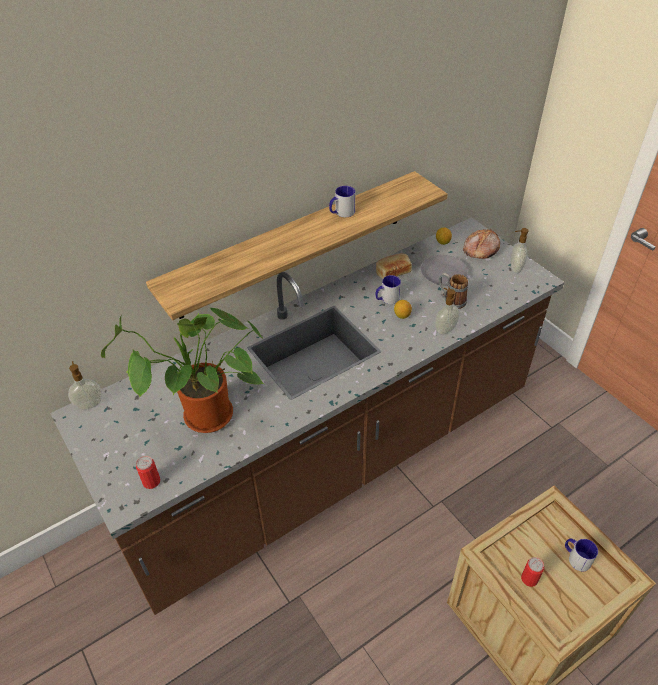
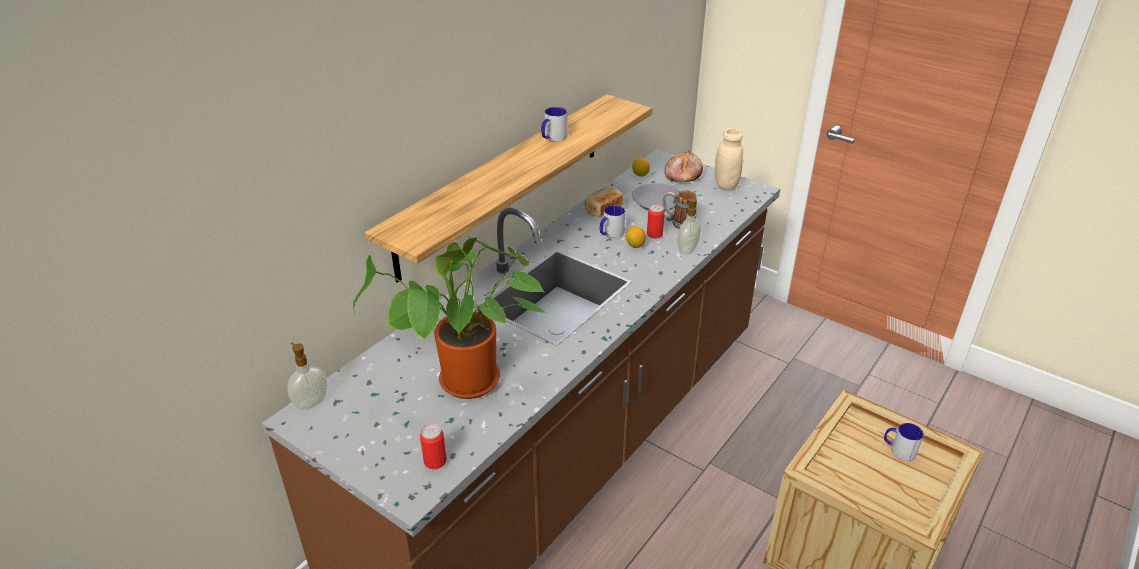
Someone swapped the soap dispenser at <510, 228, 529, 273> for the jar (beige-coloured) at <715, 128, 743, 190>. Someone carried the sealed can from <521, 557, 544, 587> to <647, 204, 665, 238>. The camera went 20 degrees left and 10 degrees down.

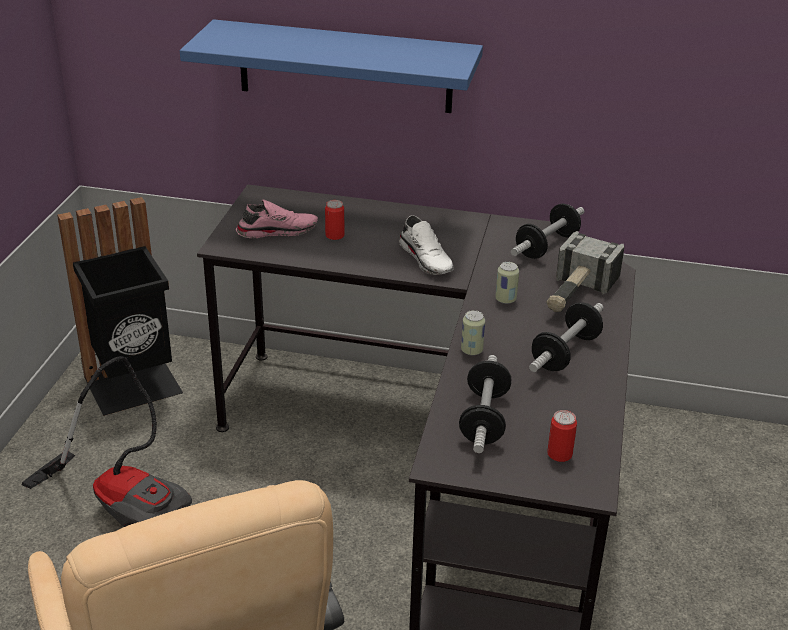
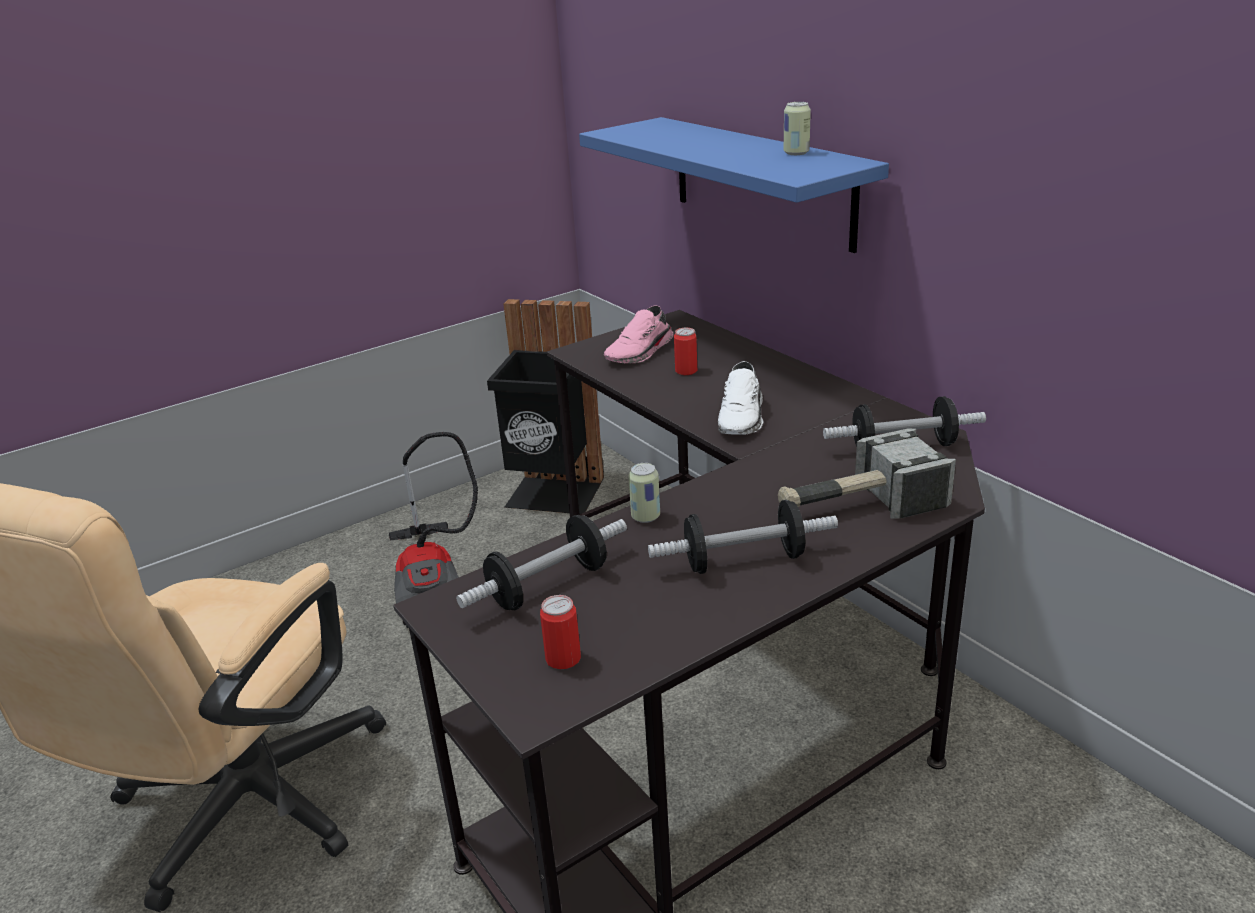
Someone rotated the low shoe (pink) at <236, 199, 318, 238> by 105 degrees clockwise. Someone carried the sealed can from <495, 262, 519, 304> to <784, 102, 811, 155>. The camera went 45 degrees right and 5 degrees down.

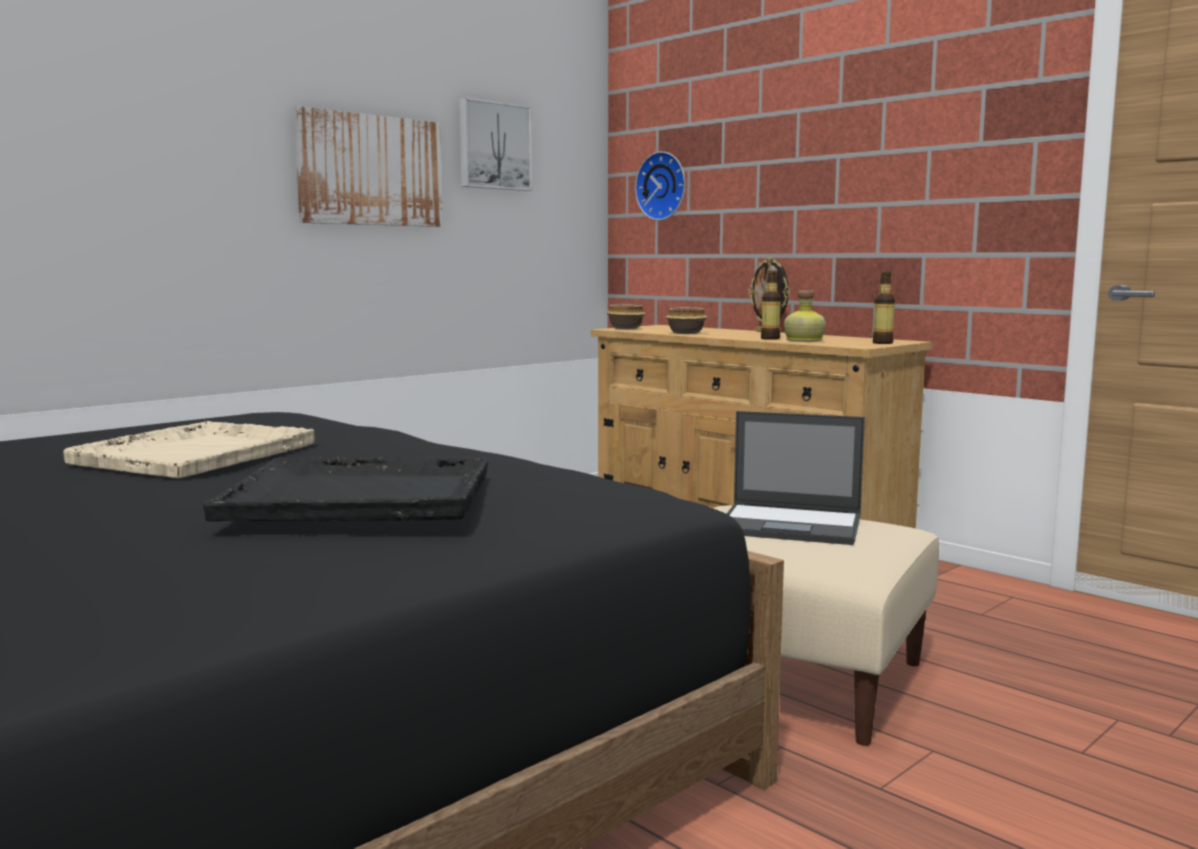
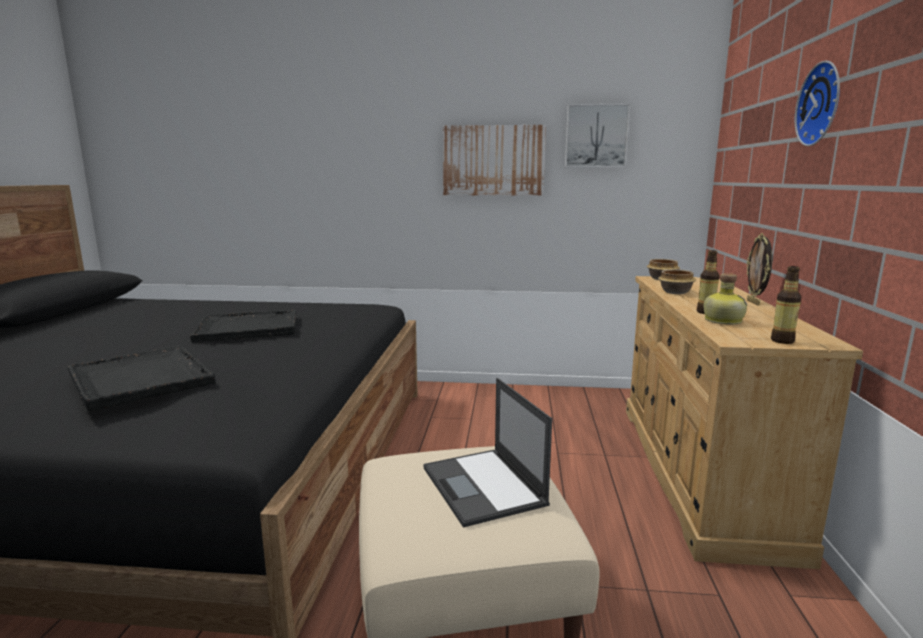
Someone repainted the carrying tray (beige-coloured) at <63, 421, 315, 478>, which became the carrying tray (blackish) at <190, 309, 297, 342>. Someone carried the hanging clock from <635, 151, 685, 221> to <795, 61, 840, 146>. The camera went 50 degrees right and 5 degrees up.

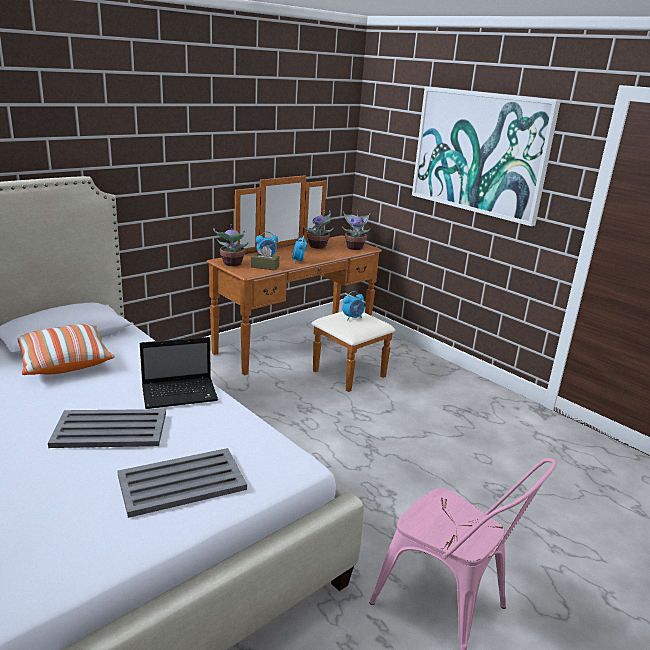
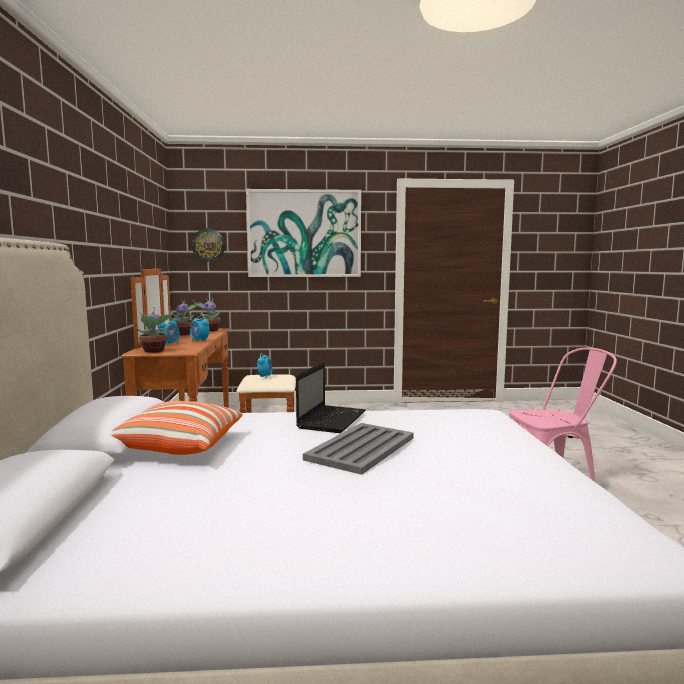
Someone took away the carrying tray (gray) at <117, 448, 247, 518>. Someone took away the box of tissues (brownish) at <251, 246, 279, 271>. Someone put up the hanging clock at <191, 228, 225, 262>. The camera went 50 degrees left and 15 degrees down.

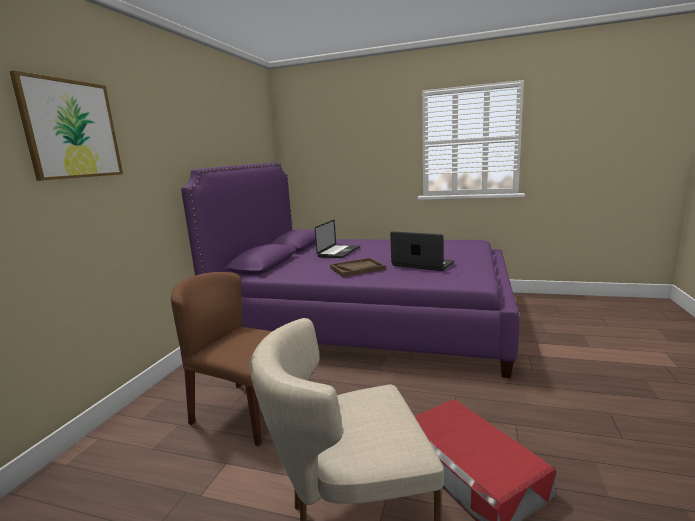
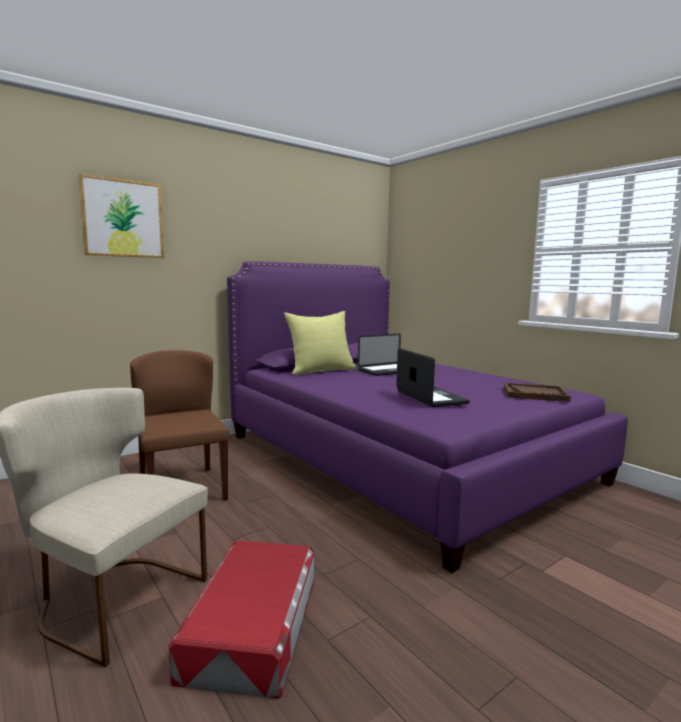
Someone carried the carrying tray (brownish) from <330, 258, 386, 277> to <504, 383, 571, 402>. Someone put down the throw pillow (yellow-coloured) at <284, 311, 357, 375>. The camera went 35 degrees right and 5 degrees down.

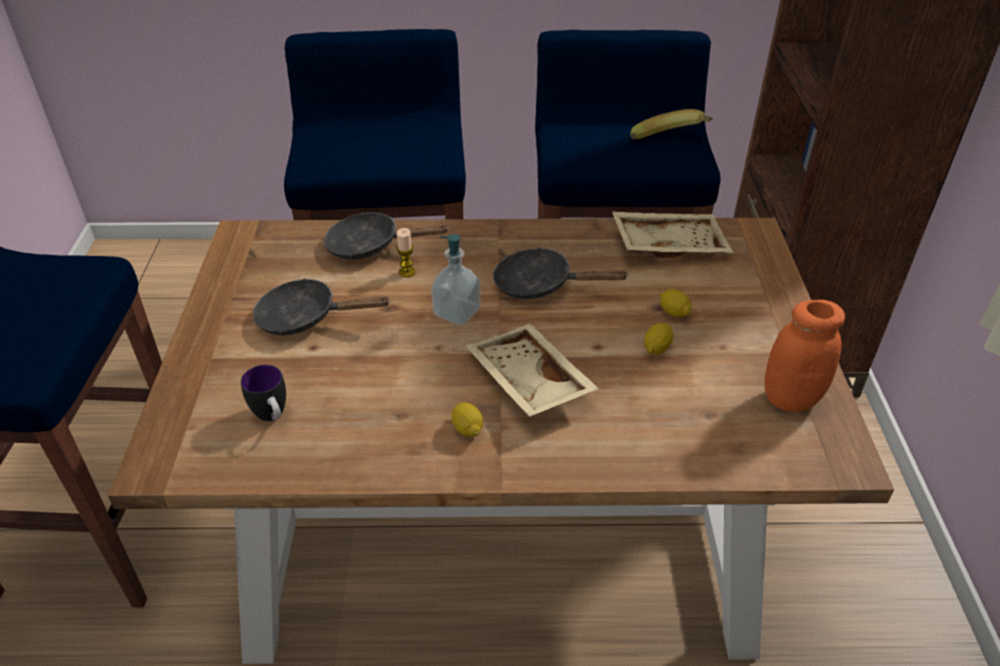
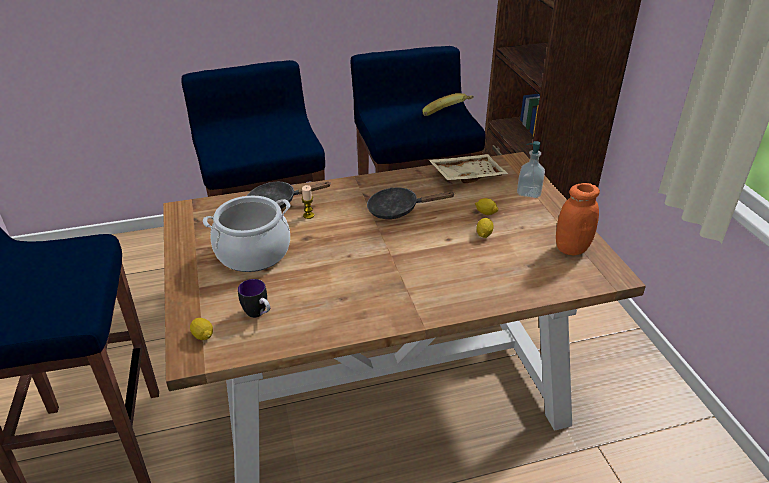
Someone swapped the frying pan (blackish) at <253, 278, 391, 336> for the stockpot at <203, 196, 290, 272>. Someone carried the soap dispenser from <431, 234, 481, 326> to <517, 141, 545, 198>. Someone carried the citrus fruit from <451, 403, 483, 437> to <190, 318, 213, 340>. Someone took away the carrying tray (beige-coloured) at <465, 324, 599, 417>. The camera went 15 degrees left and 5 degrees down.

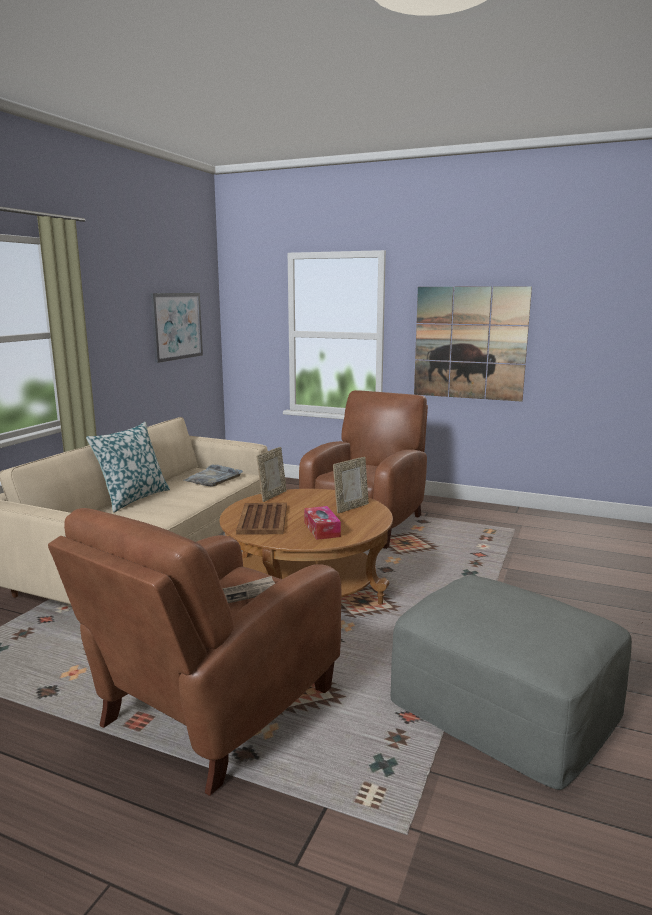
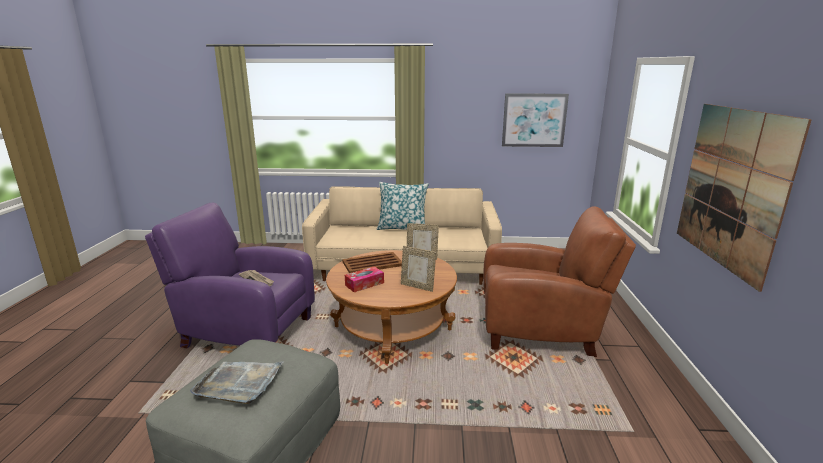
Someone repainted the easy chair (brownish) at <48, 508, 342, 796>, which became the easy chair (purplish) at <145, 203, 315, 348>. Someone carried the carrying tray (gray) from <184, 465, 243, 487> to <190, 361, 284, 404>. The camera went 70 degrees right and 5 degrees up.

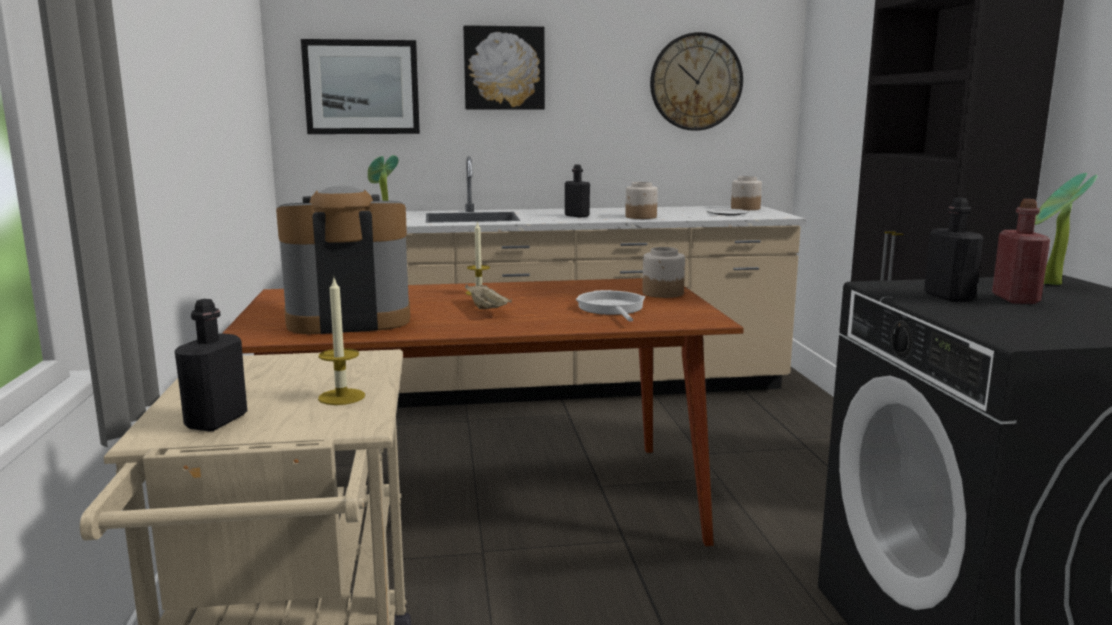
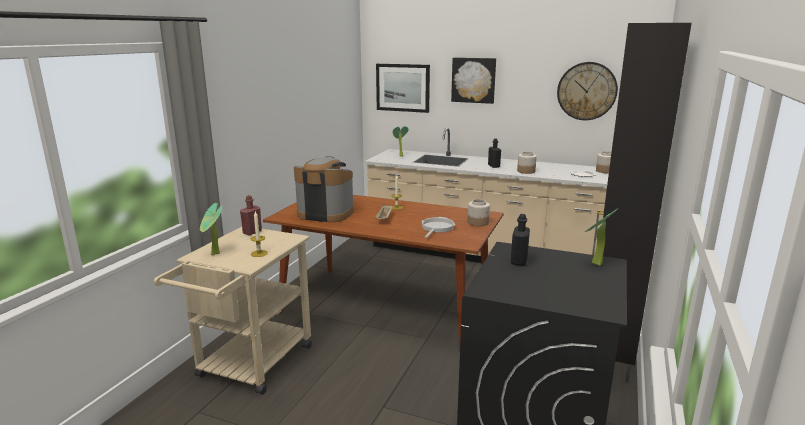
Someone swapped the beverage bottle (blackish) at <175, 299, 247, 432> for the potted plant at <200, 203, 222, 255>. Someone carried the beverage bottle (red) from <992, 199, 1050, 304> to <240, 195, 262, 235>. The camera went 30 degrees right and 5 degrees up.

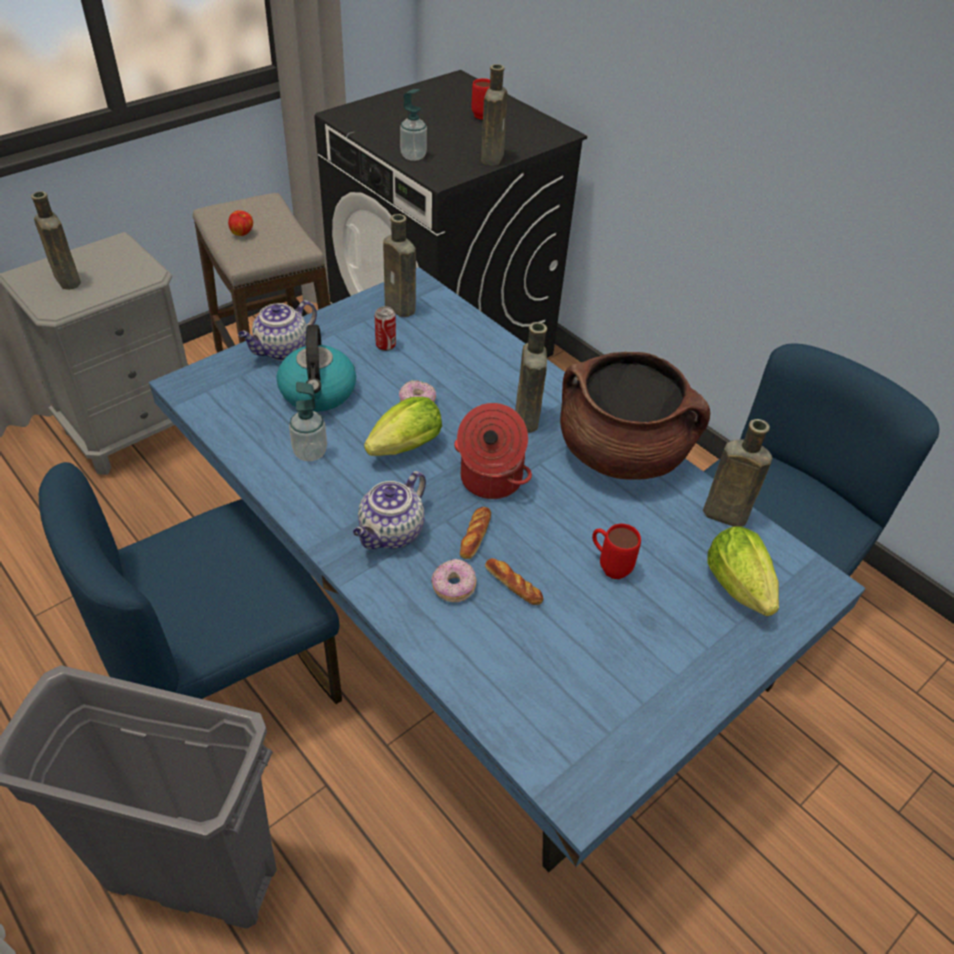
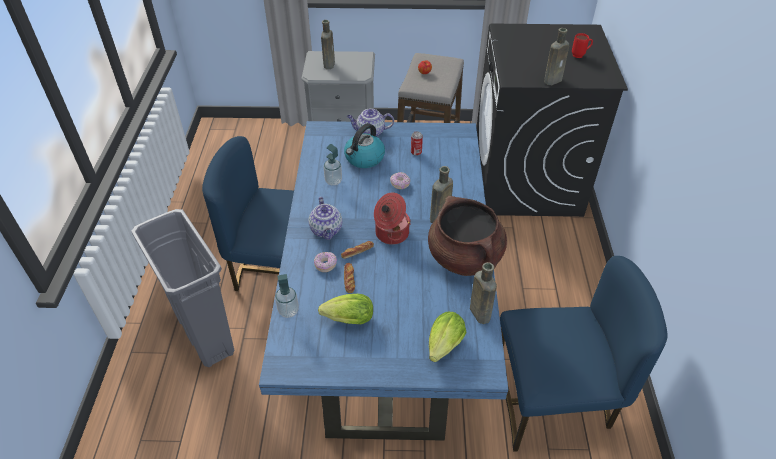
Someone rotated the pot for tea at <353, 471, 426, 549> by 90 degrees counterclockwise. Someone carried the head of lettuce from <364, 397, 442, 456> to <318, 294, 373, 324>. Someone took away the beverage bottle (brownish) at <383, 214, 416, 317>. Someone carried the soap dispenser from <400, 89, 427, 161> to <275, 274, 299, 318>. Someone took away the tea mug (red) at <592, 524, 641, 579>. The camera went 45 degrees right and 0 degrees up.

